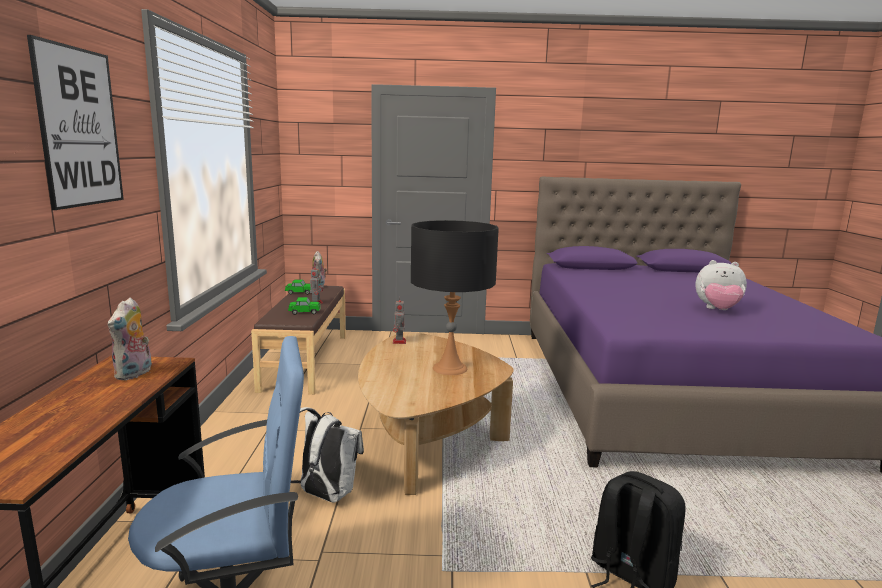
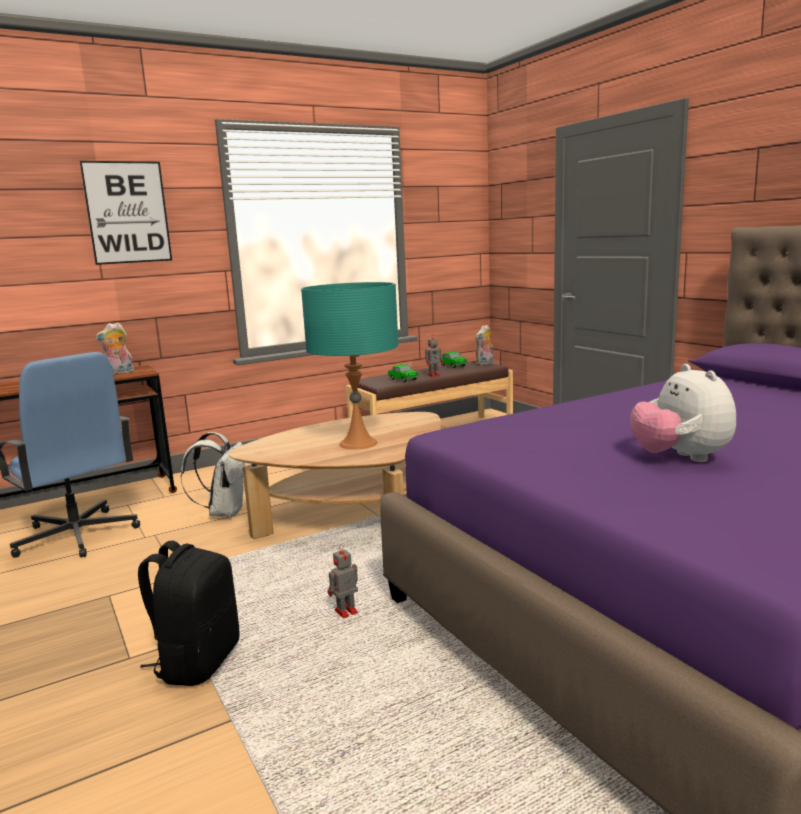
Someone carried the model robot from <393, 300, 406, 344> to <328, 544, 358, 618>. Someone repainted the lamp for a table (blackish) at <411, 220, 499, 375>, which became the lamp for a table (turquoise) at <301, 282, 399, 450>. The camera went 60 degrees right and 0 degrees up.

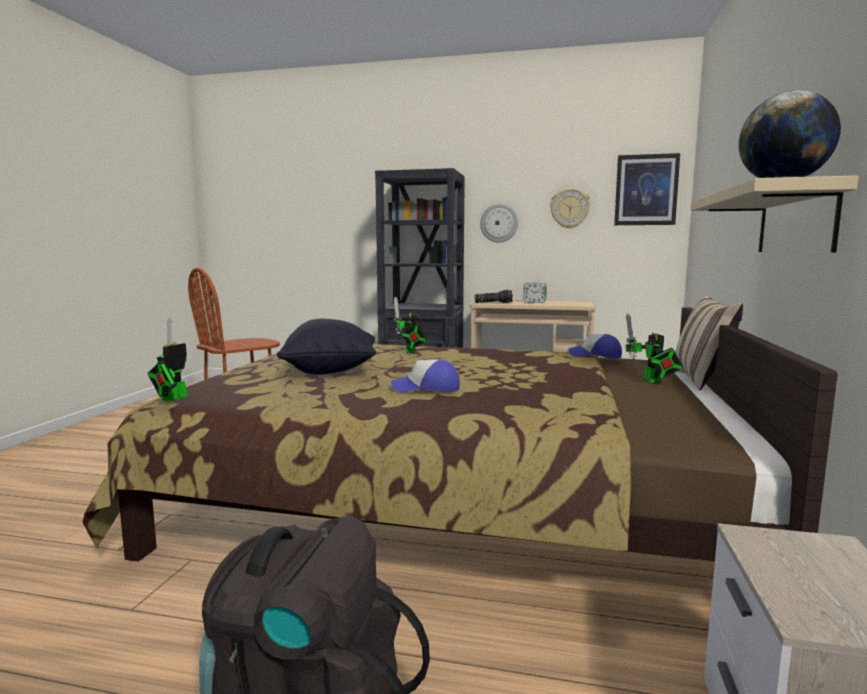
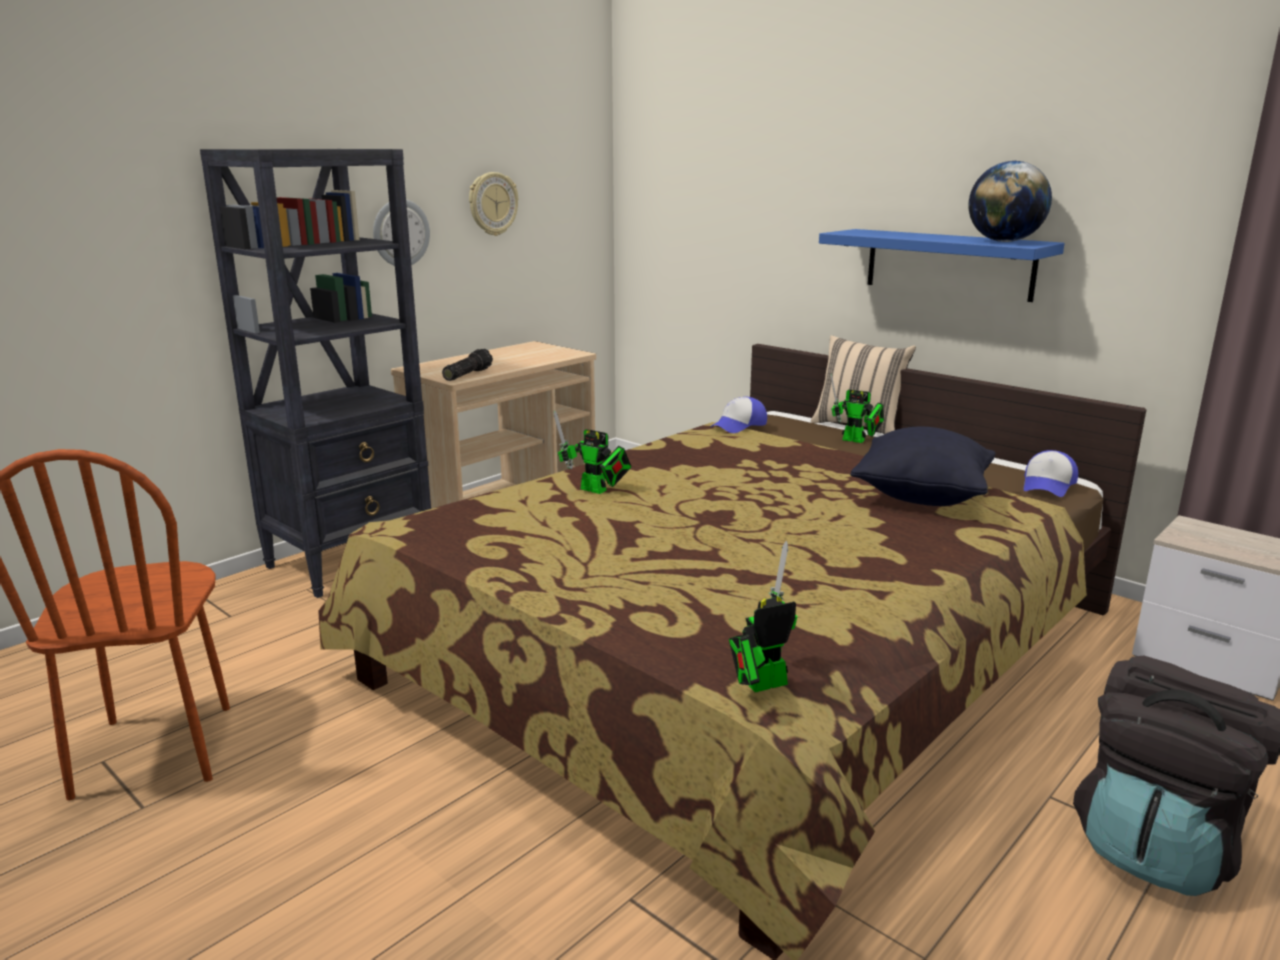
Someone rotated the model robot at <147, 317, 188, 402> by 105 degrees clockwise. Someone carried the throw pillow (blackish) from <277, 319, 376, 375> to <850, 427, 996, 506>. Someone carried the cap from <391, 359, 460, 392> to <1024, 450, 1078, 497>. Someone took away the alarm clock at <523, 282, 547, 303>. Someone took away the wall art at <614, 153, 680, 225>. Someone repainted the shelf (beige-coloured) at <690, 176, 858, 253>, which became the shelf (blue-coloured) at <819, 229, 1065, 302>. The camera went 60 degrees left and 10 degrees up.

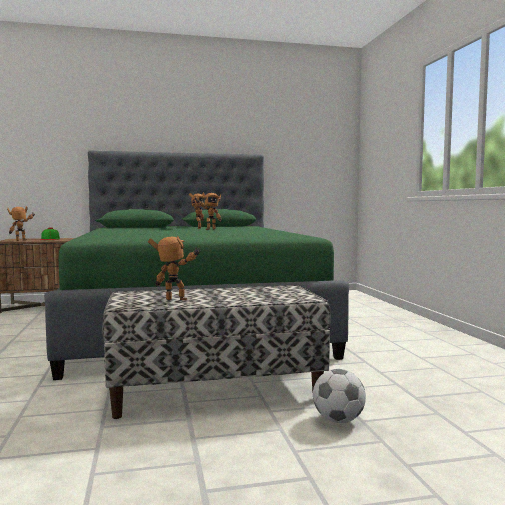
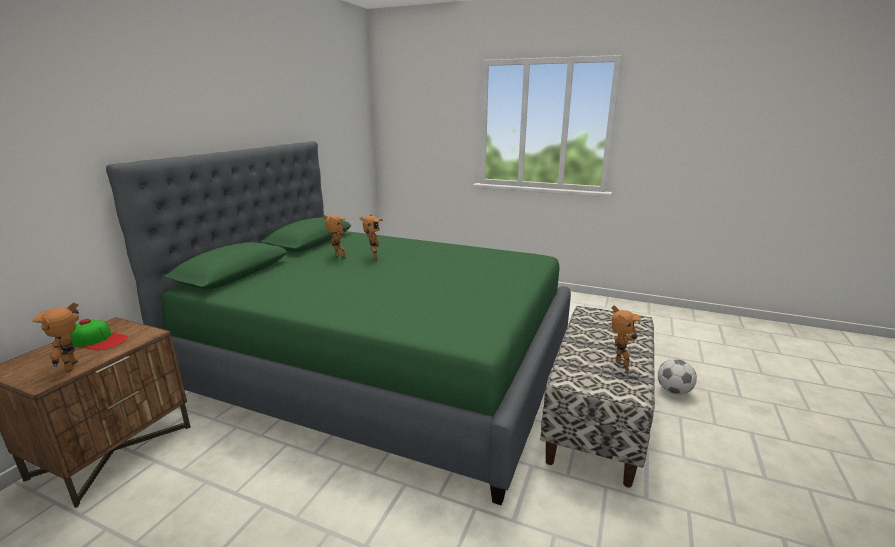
Someone rotated the model robot at <148, 236, 201, 301> by 135 degrees clockwise. The camera went 55 degrees left and 15 degrees up.

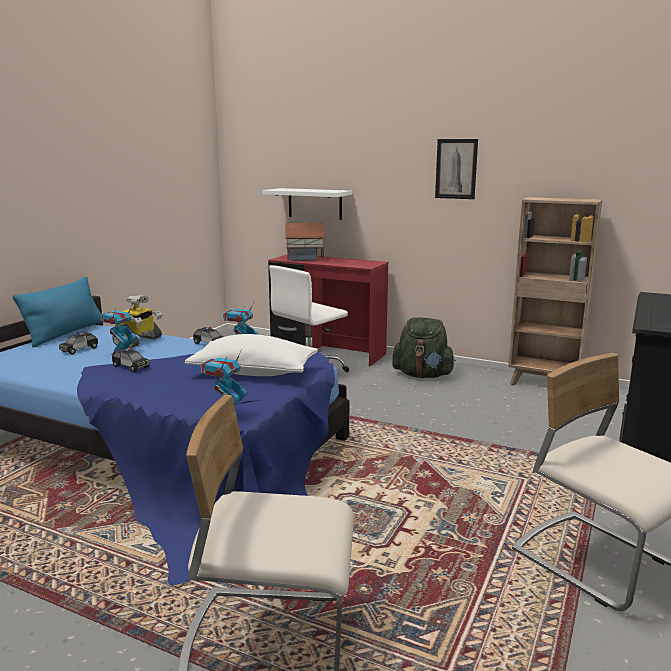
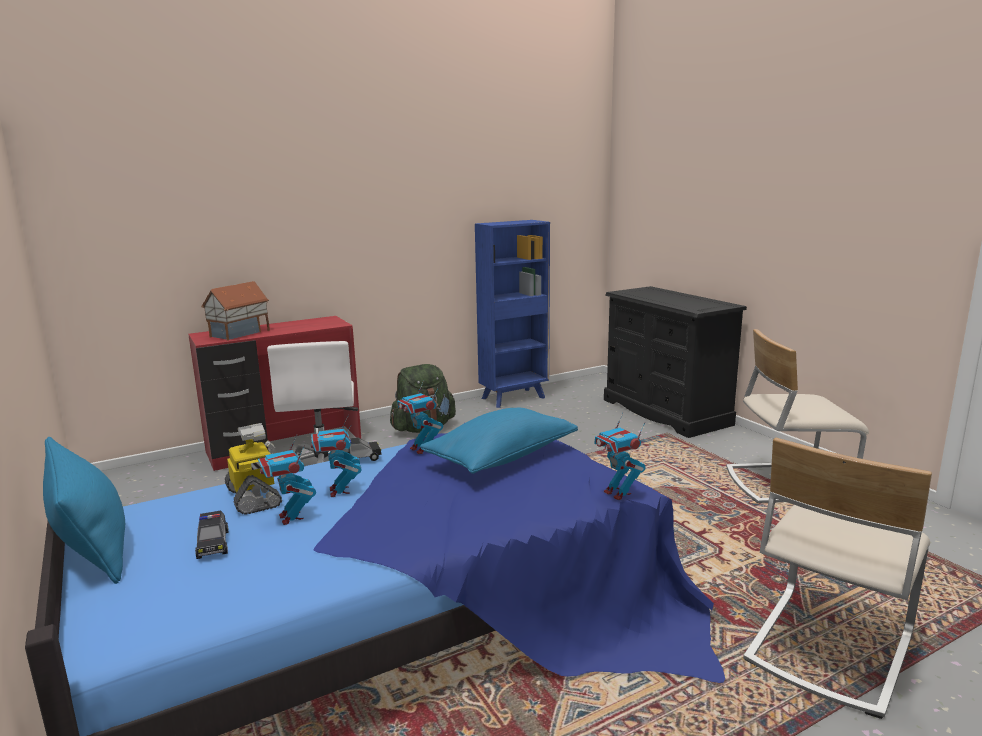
Someone took away the model car at <112, 348, 150, 372>. Someone repainted the throw pillow (white) at <184, 334, 318, 376>, which became the throw pillow (blue-coloured) at <420, 408, 578, 474>. Someone took away the shelf (white) at <263, 188, 352, 220>. Someone took away the wall art at <435, 139, 478, 199>. Someone repainted the bookshelf (brownish) at <508, 197, 602, 386>, which became the bookshelf (blue-coloured) at <475, 220, 550, 408>. Someone put down the model robot at <311, 415, 362, 497>. The camera went 55 degrees left and 0 degrees up.

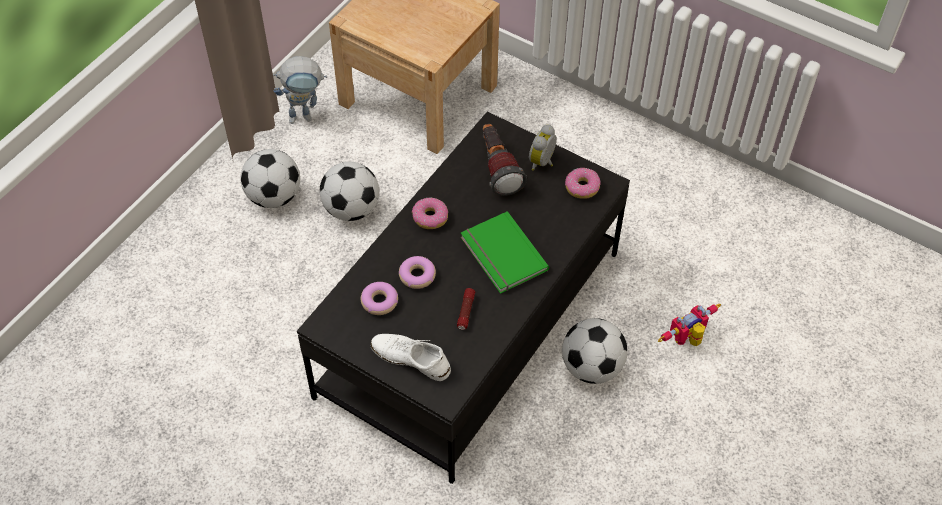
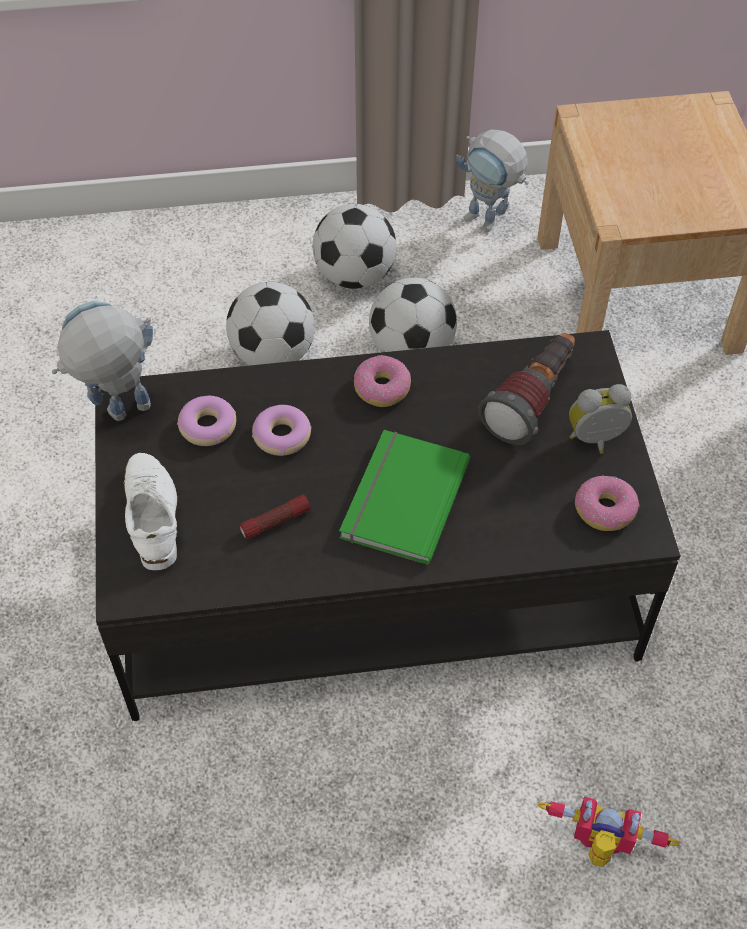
Someone carried the football from <562, 318, 628, 384> to <226, 282, 315, 365>. Someone put down the model robot at <52, 301, 153, 421>. The camera went 50 degrees right and 0 degrees up.

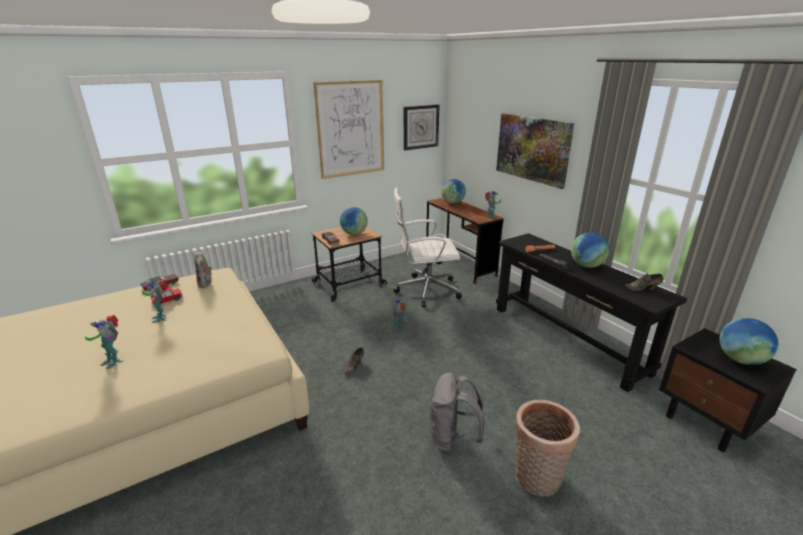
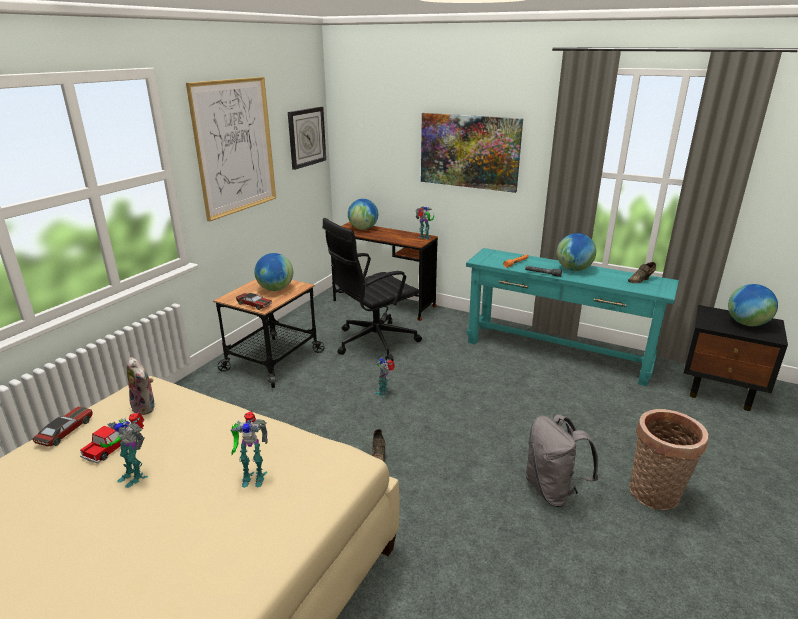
Someone carried the model robot from <85, 315, 123, 369> to <231, 410, 268, 488>. Someone repainted the computer chair (white) at <393, 187, 462, 307>, which became the computer chair (blackish) at <322, 218, 422, 361>. Someone repainted the hall table (blackish) at <496, 233, 687, 392>, which became the hall table (turquoise) at <466, 248, 679, 386>. The camera went 30 degrees left and 0 degrees up.

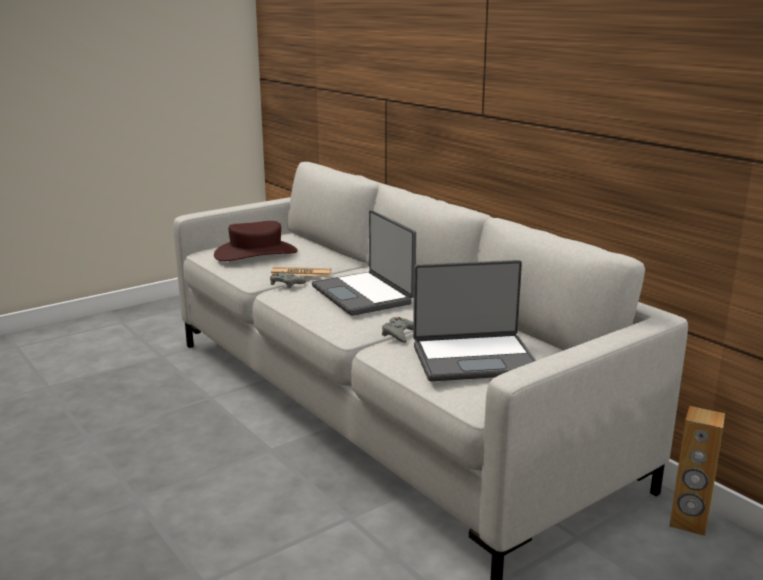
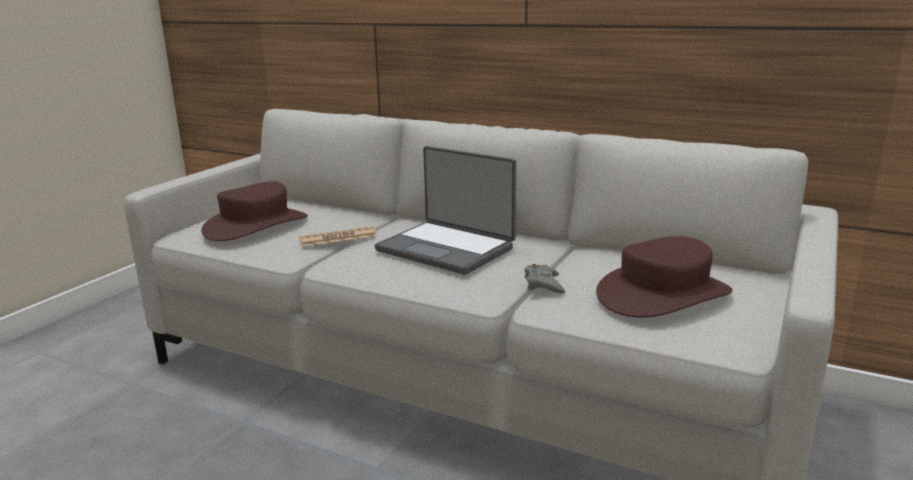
Someone took away the gamepad (gray) at <270, 271, 306, 288>. Someone swapped the laptop at <413, 260, 536, 381> for the clothing hat (brownish) at <596, 236, 733, 317>. Someone took away the loudspeaker (brownish) at <670, 406, 725, 536>. The camera went 25 degrees left and 0 degrees up.

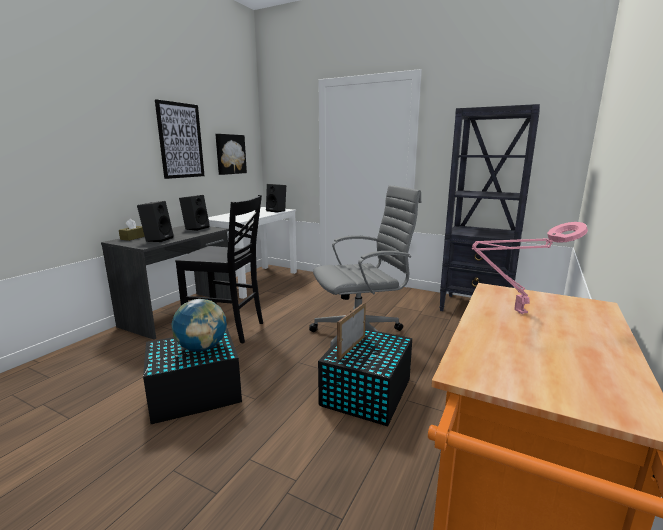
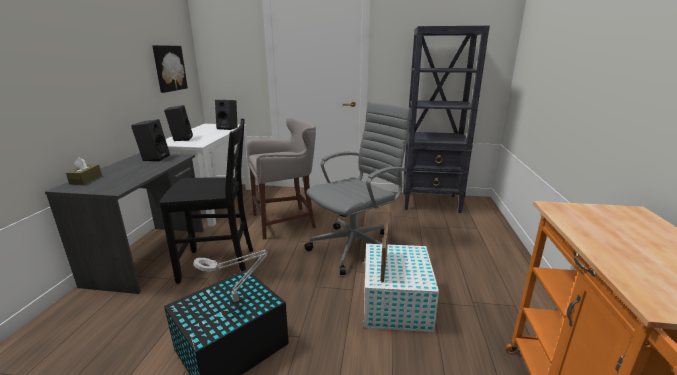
Someone carried the loudspeaker (blackish) from <137, 201, 173, 242> to <164, 105, 193, 141>. Someone took away the wall art at <155, 99, 204, 179>. Someone swapped the world globe at <171, 299, 227, 352> for the lamp for a table (gray) at <193, 249, 268, 302>. Someone repainted the storage box (blackish) at <318, 329, 412, 426>, which became the storage box (white) at <363, 244, 439, 332>. Someone took away the lamp for a table (pink) at <472, 222, 588, 314>. Someone put down the stool seat (gray) at <247, 117, 316, 240>. The camera went 20 degrees left and 5 degrees up.

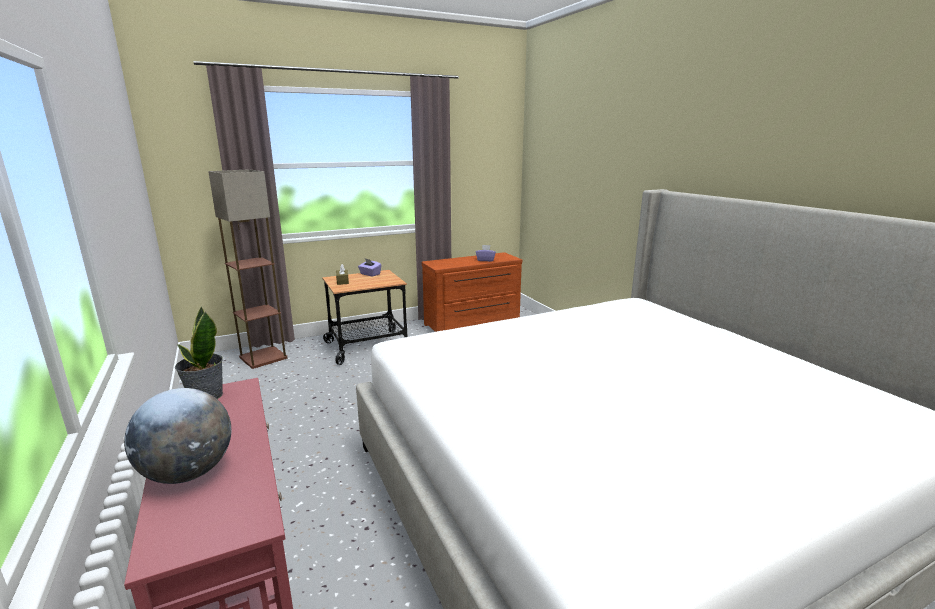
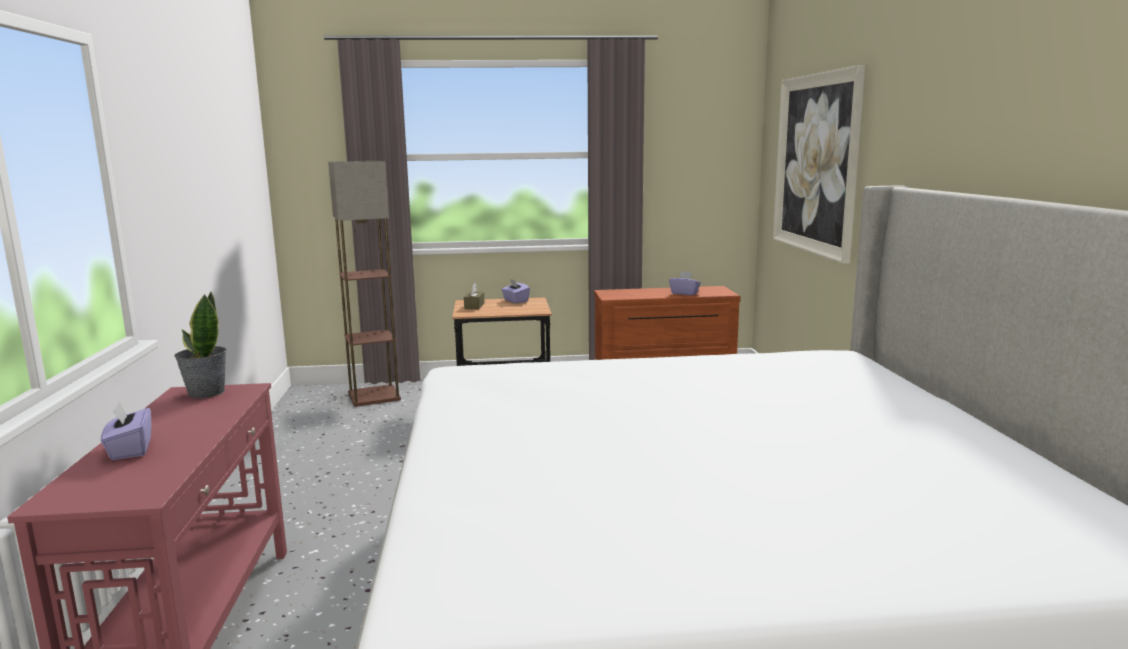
Someone swapped the world globe at <124, 388, 231, 484> for the box of tissues (purplish) at <101, 402, 151, 460>. Someone put up the wall art at <773, 65, 865, 264>. The camera went 20 degrees right and 5 degrees down.

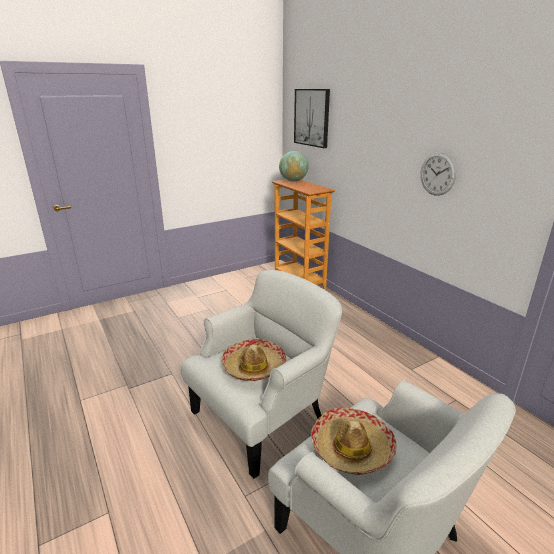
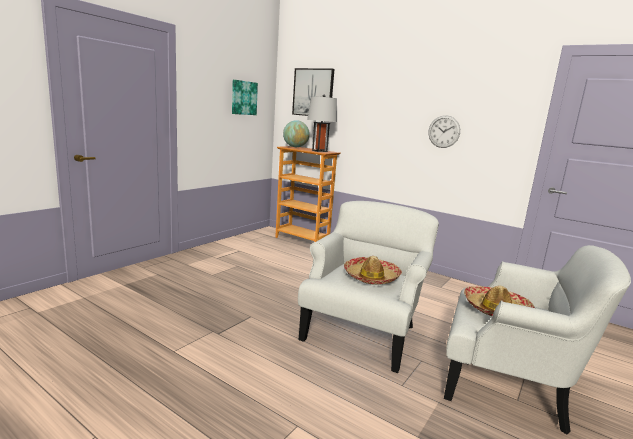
Someone put up the wall art at <232, 80, 258, 115>. Someone put down the lamp for a table (gray) at <307, 95, 337, 152>. The camera went 25 degrees left and 10 degrees down.

